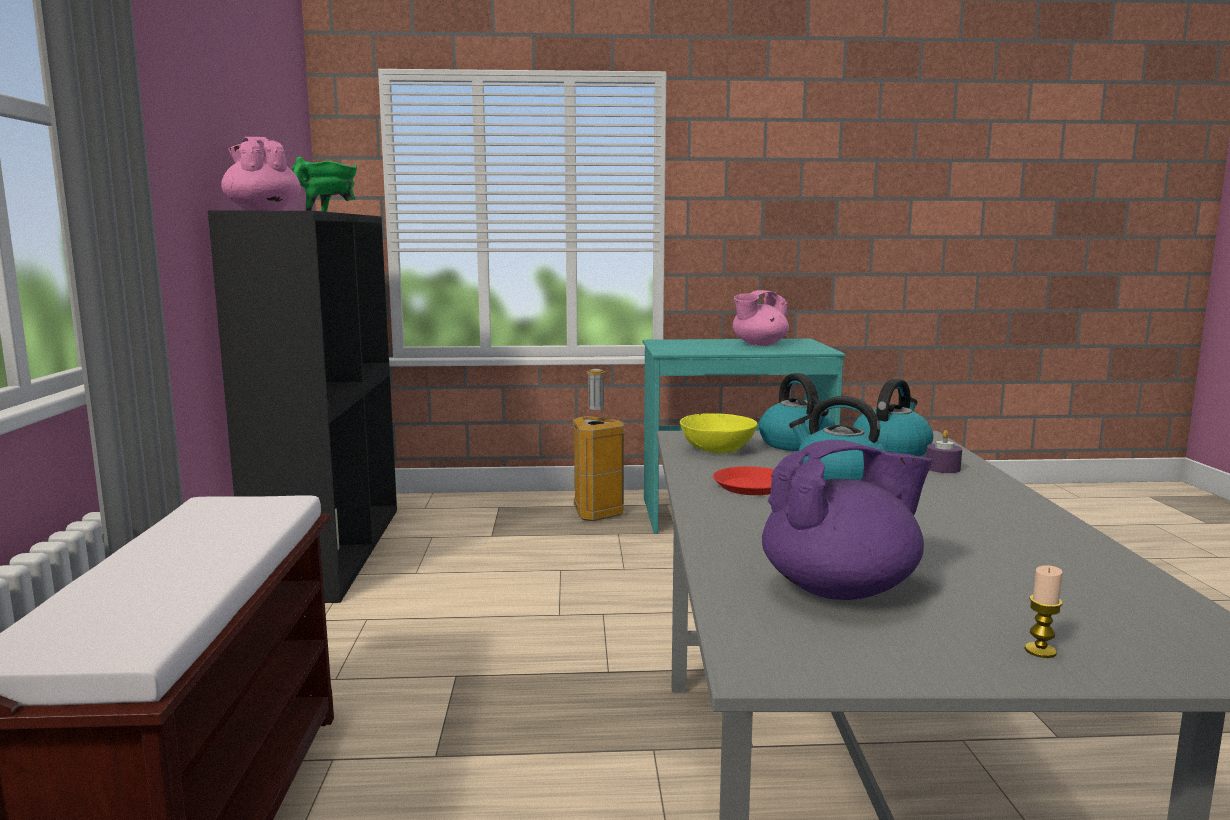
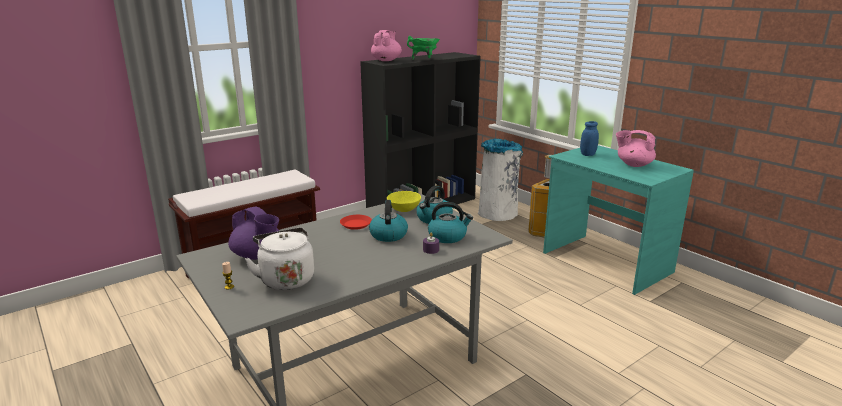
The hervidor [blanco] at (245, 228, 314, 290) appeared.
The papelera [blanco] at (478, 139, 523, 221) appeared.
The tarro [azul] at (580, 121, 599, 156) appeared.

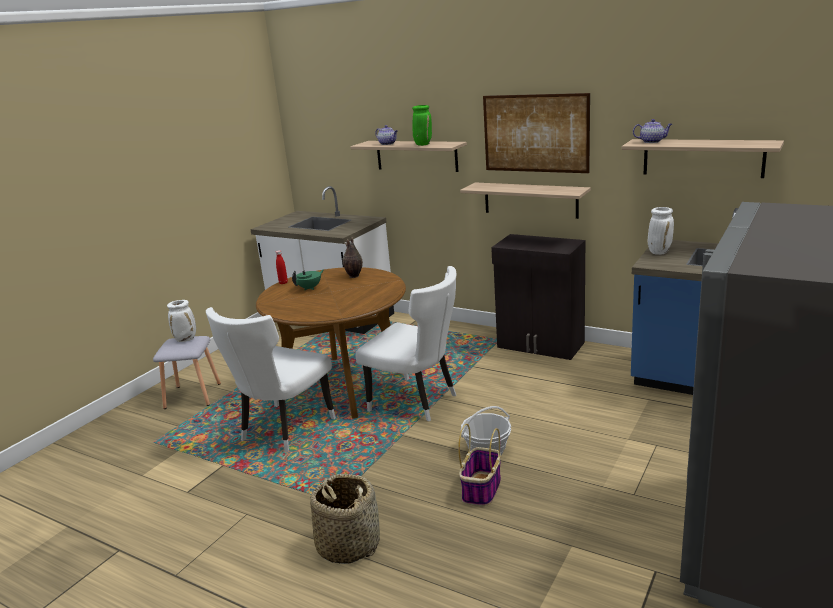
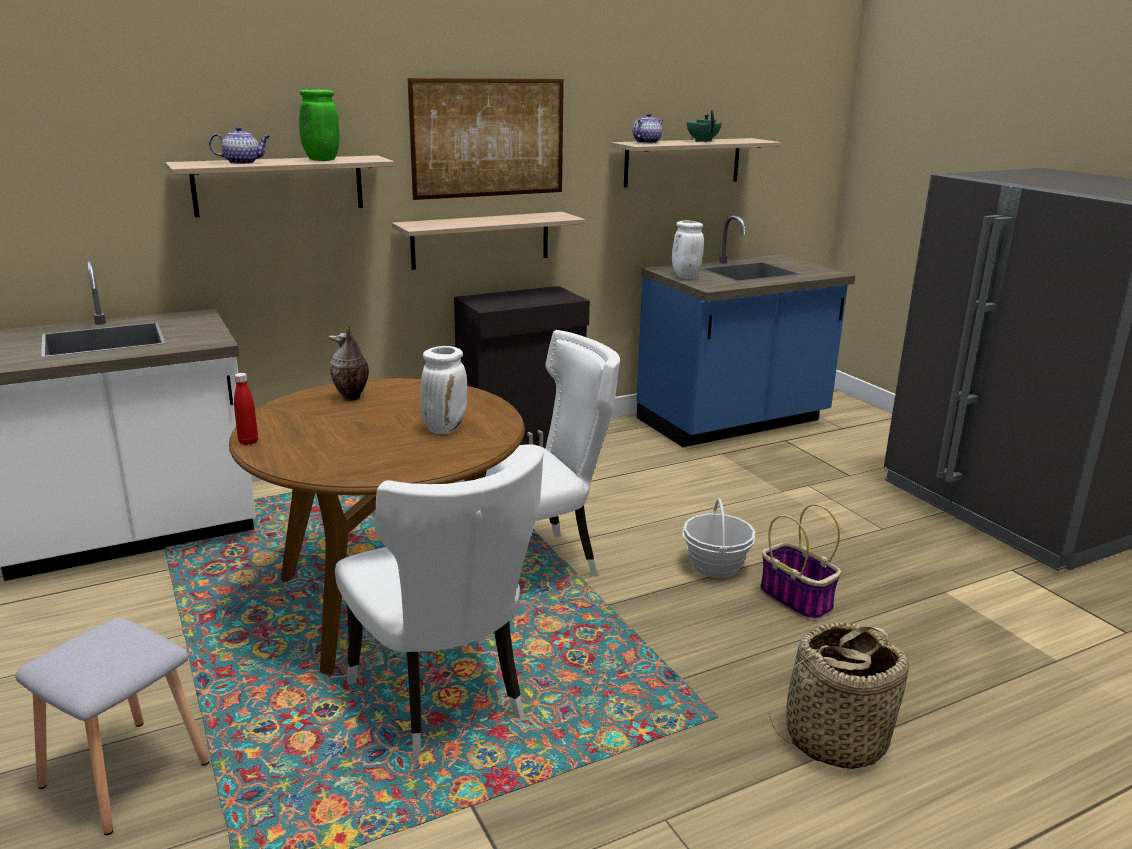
The florero [blanco] moved from (167, 300, 196, 342) to (420, 346, 467, 434).
The tetera [verde] moved from (292, 269, 324, 290) to (687, 110, 722, 142).

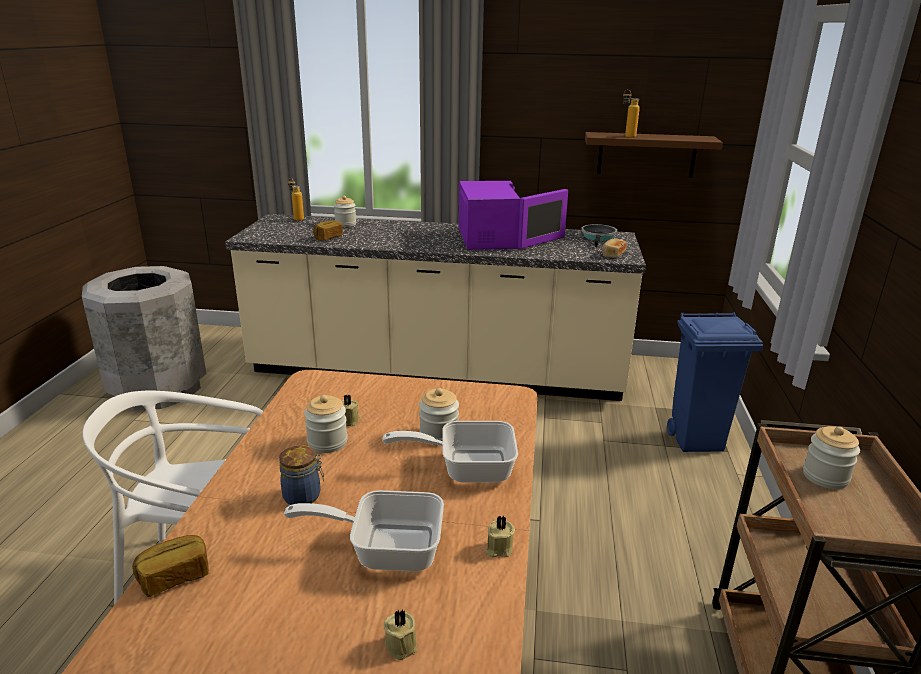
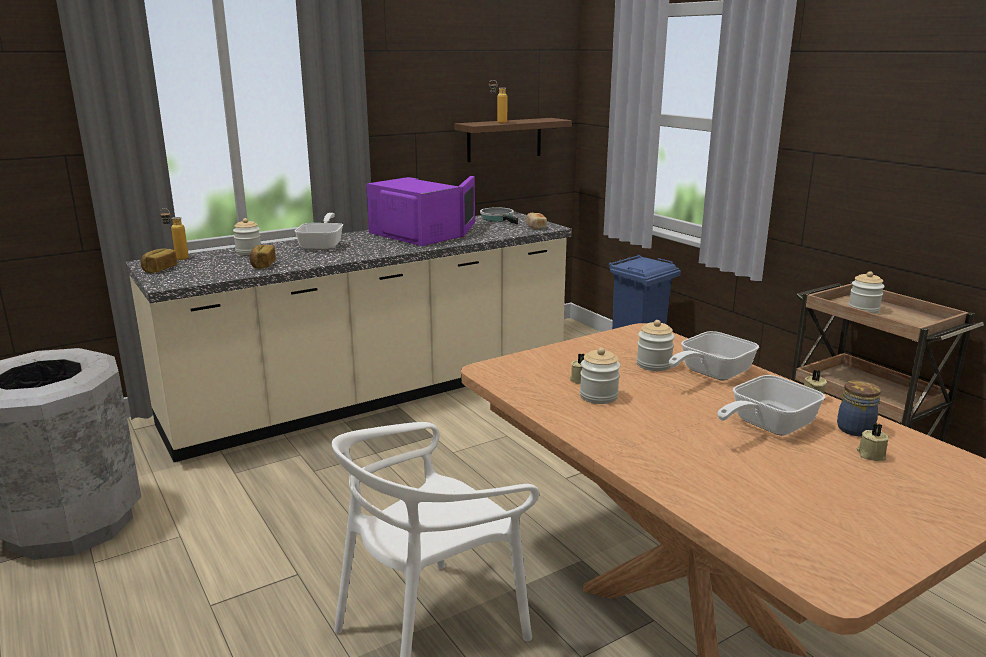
The pan moved from (132, 535, 209, 597) to (141, 249, 177, 273).
The sartén at (295, 213, 343, 250) appeared.
The tarro moved from (279, 445, 324, 505) to (837, 380, 881, 437).

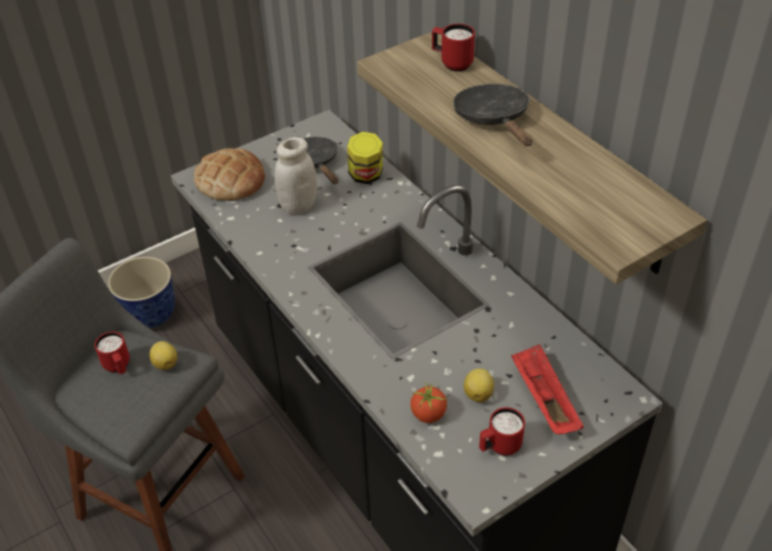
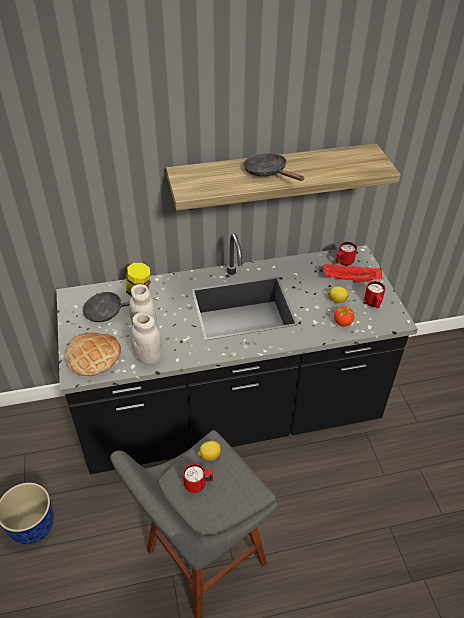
The tarro [blanco] at (131, 312, 162, 365) appeared.
The sartén [negro] at (453, 84, 532, 146) turned 45 degrees clockwise.
The taza grande [rojo] moved from (432, 24, 475, 71) to (336, 242, 357, 266).

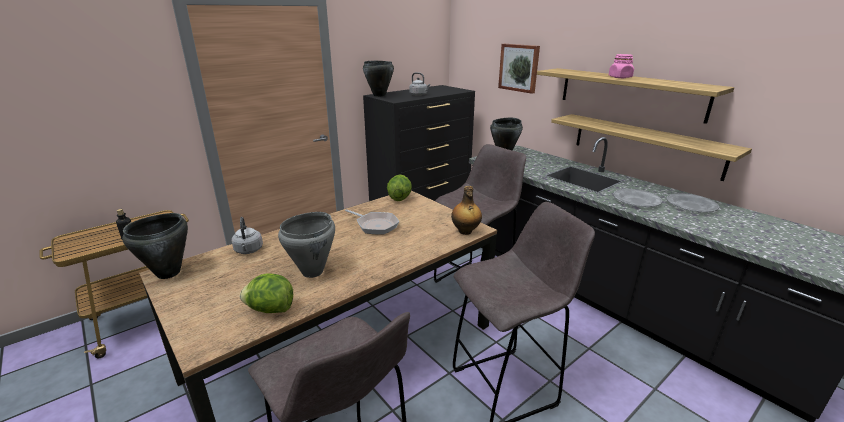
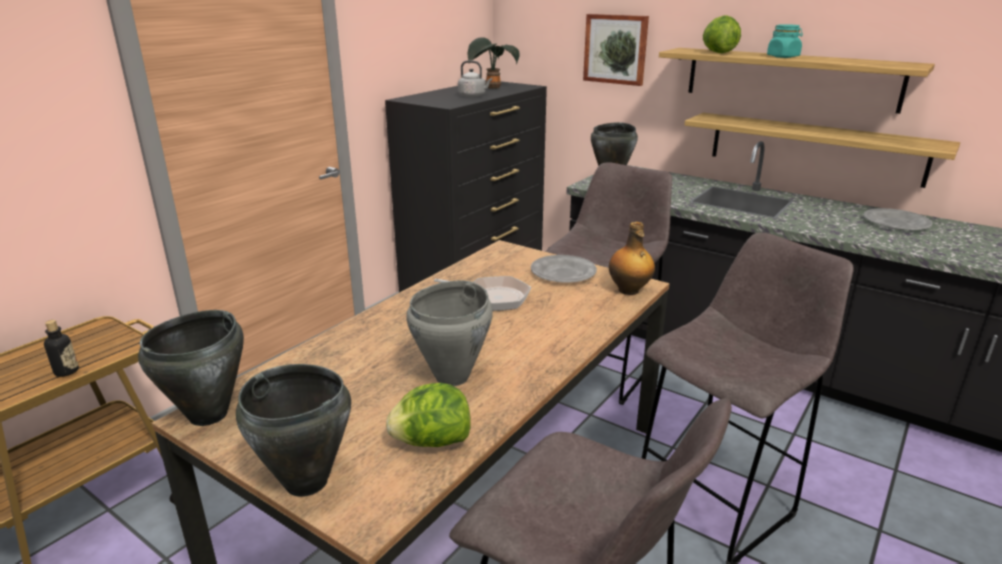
The olla [negro] moved from (363, 61, 394, 97) to (236, 364, 351, 497).
The planta en maceta at (467, 37, 519, 89) appeared.
The plato [gris] moved from (613, 189, 662, 207) to (531, 255, 597, 283).
The lechuga moved from (387, 174, 412, 201) to (703, 15, 741, 53).
The tarro [rosa] at (609, 54, 634, 78) became the tarro [turquesa] at (767, 24, 803, 58).
The hervidor [gris] at (231, 217, 263, 254) disappeared.

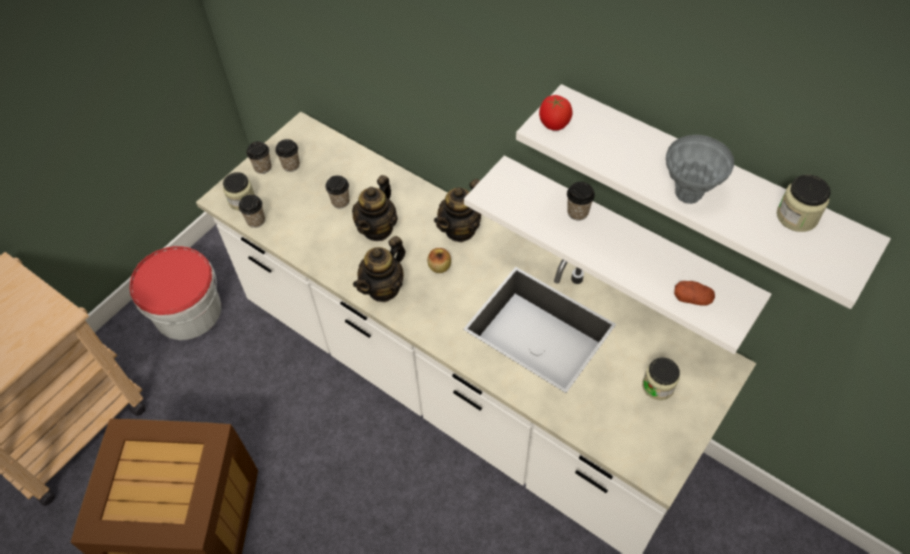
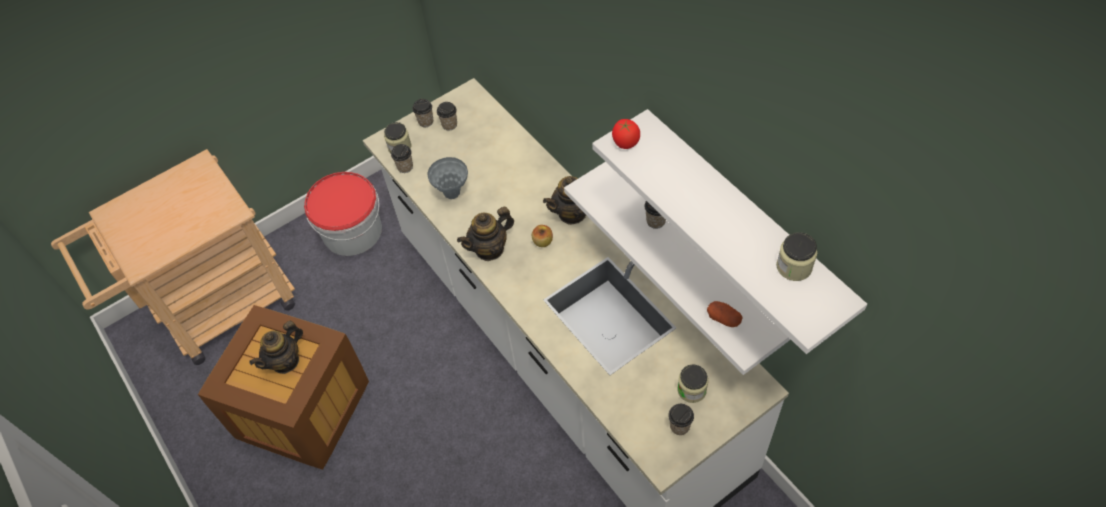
The tetera moved from (352, 175, 398, 241) to (249, 321, 303, 374).
The florero [gris] moved from (666, 135, 734, 204) to (428, 157, 468, 199).
The taza moved from (325, 175, 349, 208) to (668, 404, 694, 435).

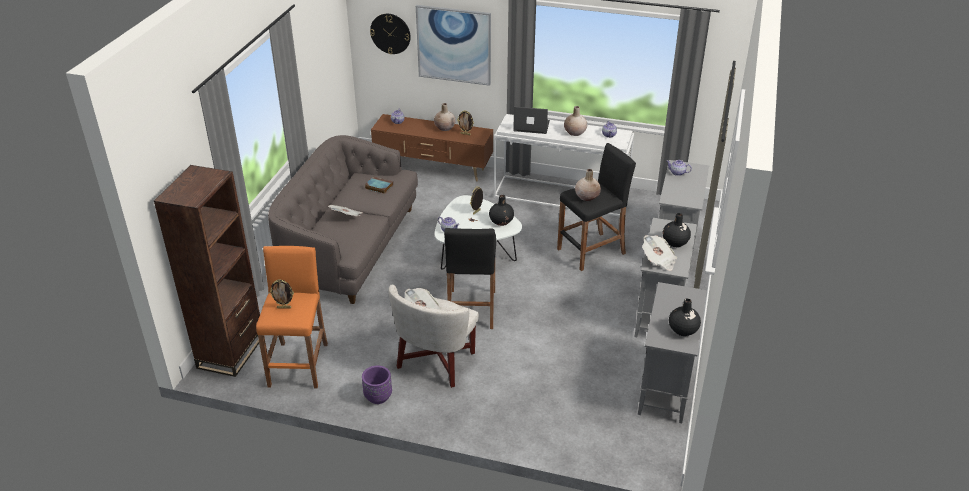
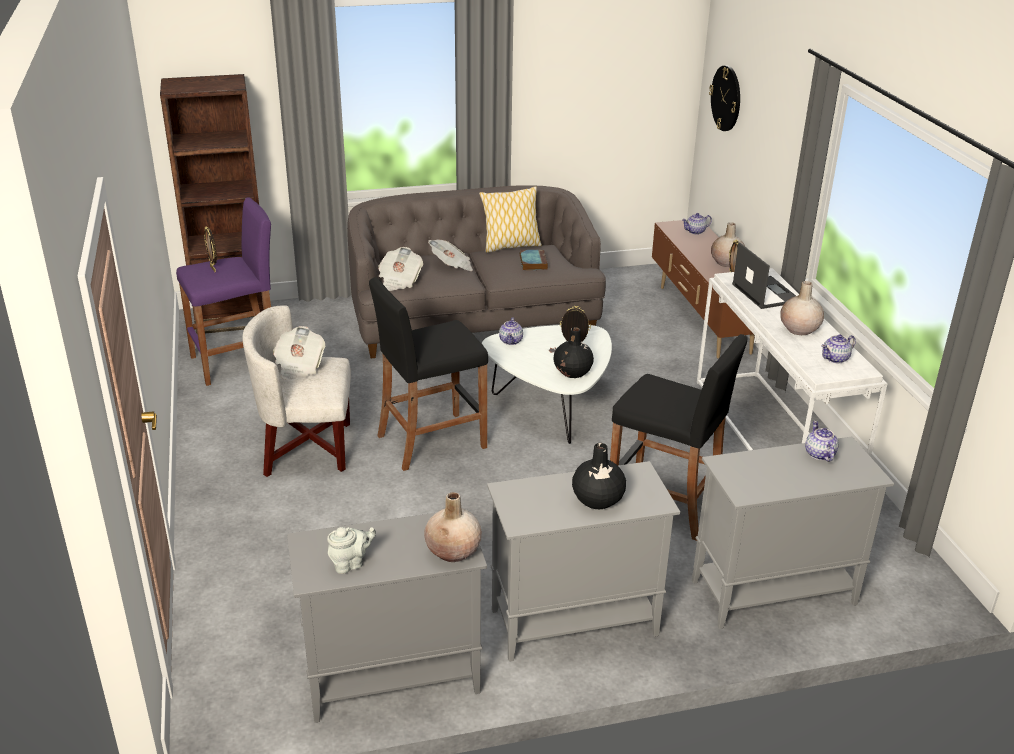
The taburete [naranja] at (256, 246, 328, 389) became the taburete [morado] at (176, 197, 271, 386).
The florero [negro] at (669, 299, 701, 336) was replaced by the tetera [gris] at (327, 527, 376, 574).
The periódico moved from (642, 235, 677, 271) to (378, 247, 423, 291).
The florero [beis] moved from (575, 169, 601, 201) to (424, 492, 482, 562).
The cojín at (479, 186, 542, 253) appeared.
The maceta [morado] at (362, 366, 392, 404) disappeared.
The cuadro at (416, 5, 491, 86) disappeared.

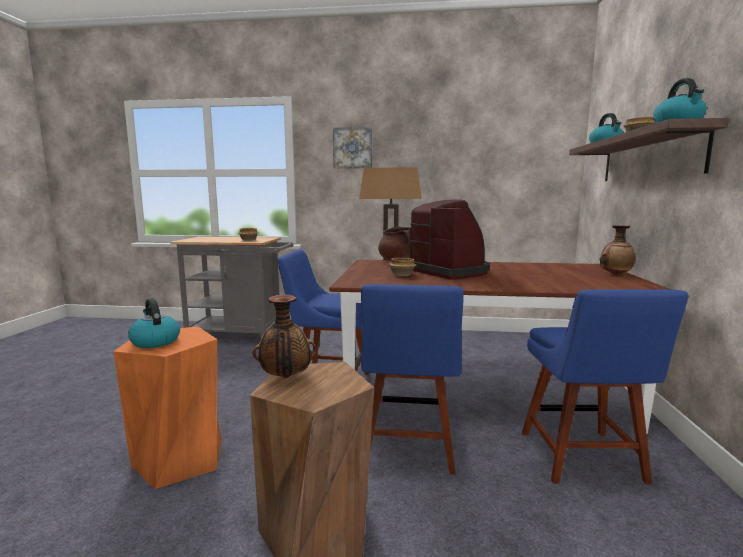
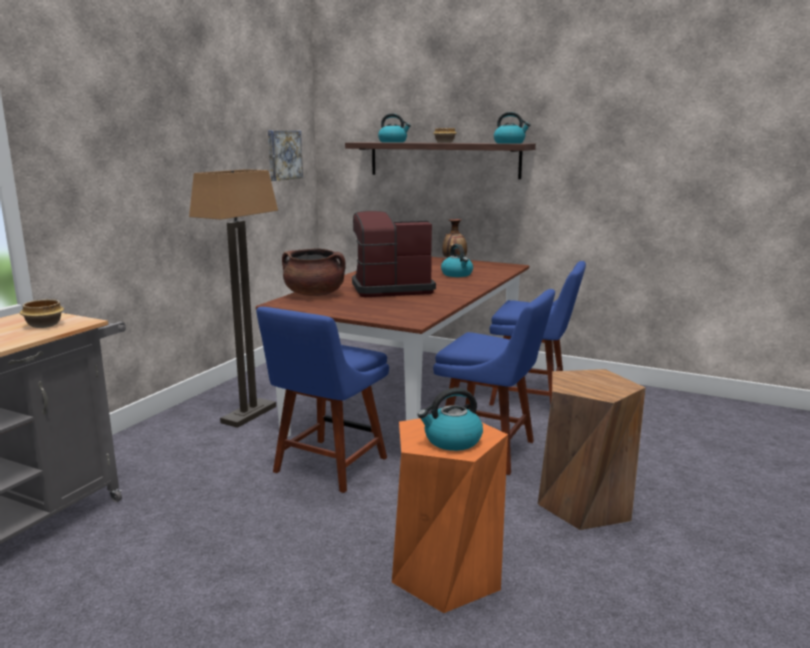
The cuadro moved from (333, 127, 372, 169) to (268, 131, 303, 181).
The hervidor at (441, 244, 473, 277) appeared.
The florero at (253, 295, 316, 378) disappeared.
The cuenco at (388, 258, 416, 276) disappeared.

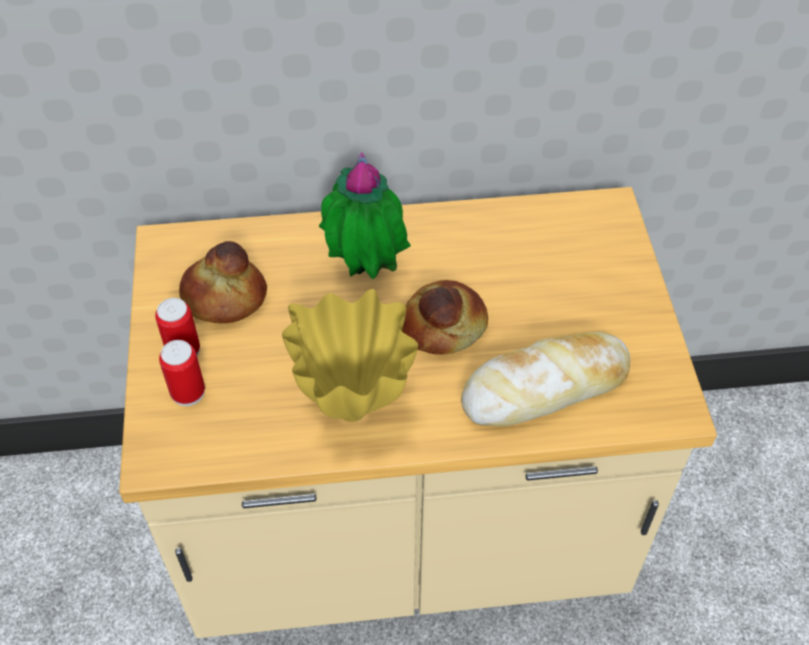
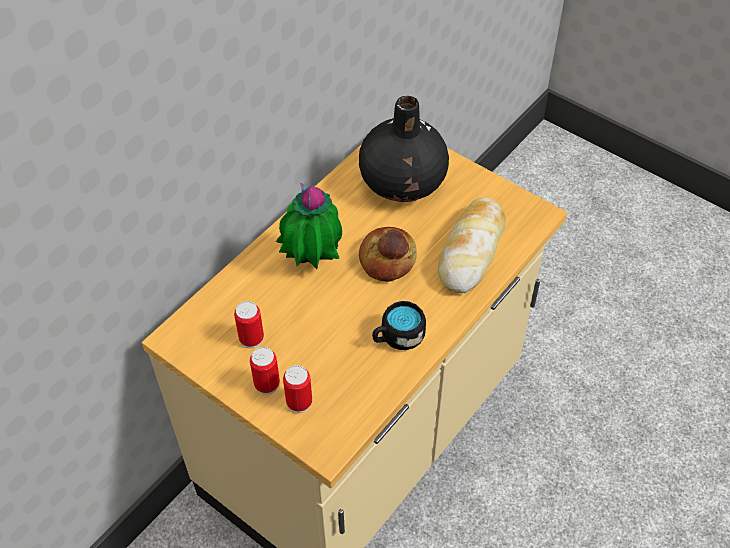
The pan at (179, 241, 267, 324) was replaced by the lata at (234, 301, 264, 348).
The florero [negro] at (359, 96, 449, 202) appeared.
The florero [amarillo] at (282, 289, 418, 422) was replaced by the taza grande [negro] at (372, 301, 426, 350).

